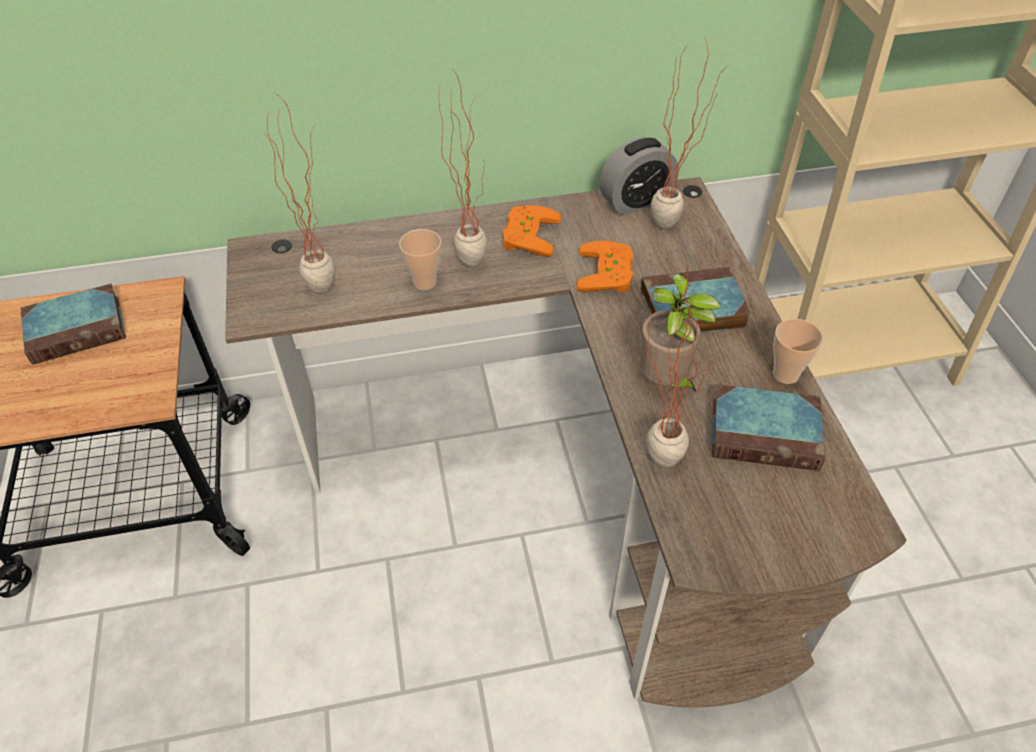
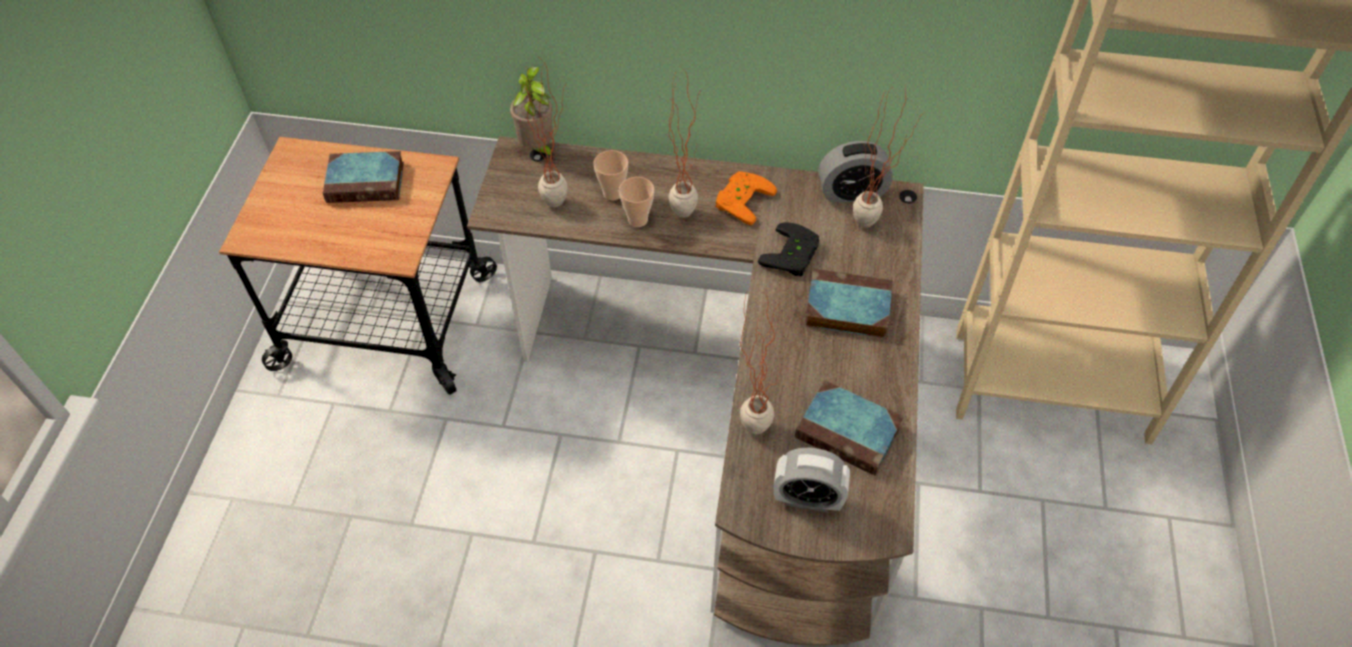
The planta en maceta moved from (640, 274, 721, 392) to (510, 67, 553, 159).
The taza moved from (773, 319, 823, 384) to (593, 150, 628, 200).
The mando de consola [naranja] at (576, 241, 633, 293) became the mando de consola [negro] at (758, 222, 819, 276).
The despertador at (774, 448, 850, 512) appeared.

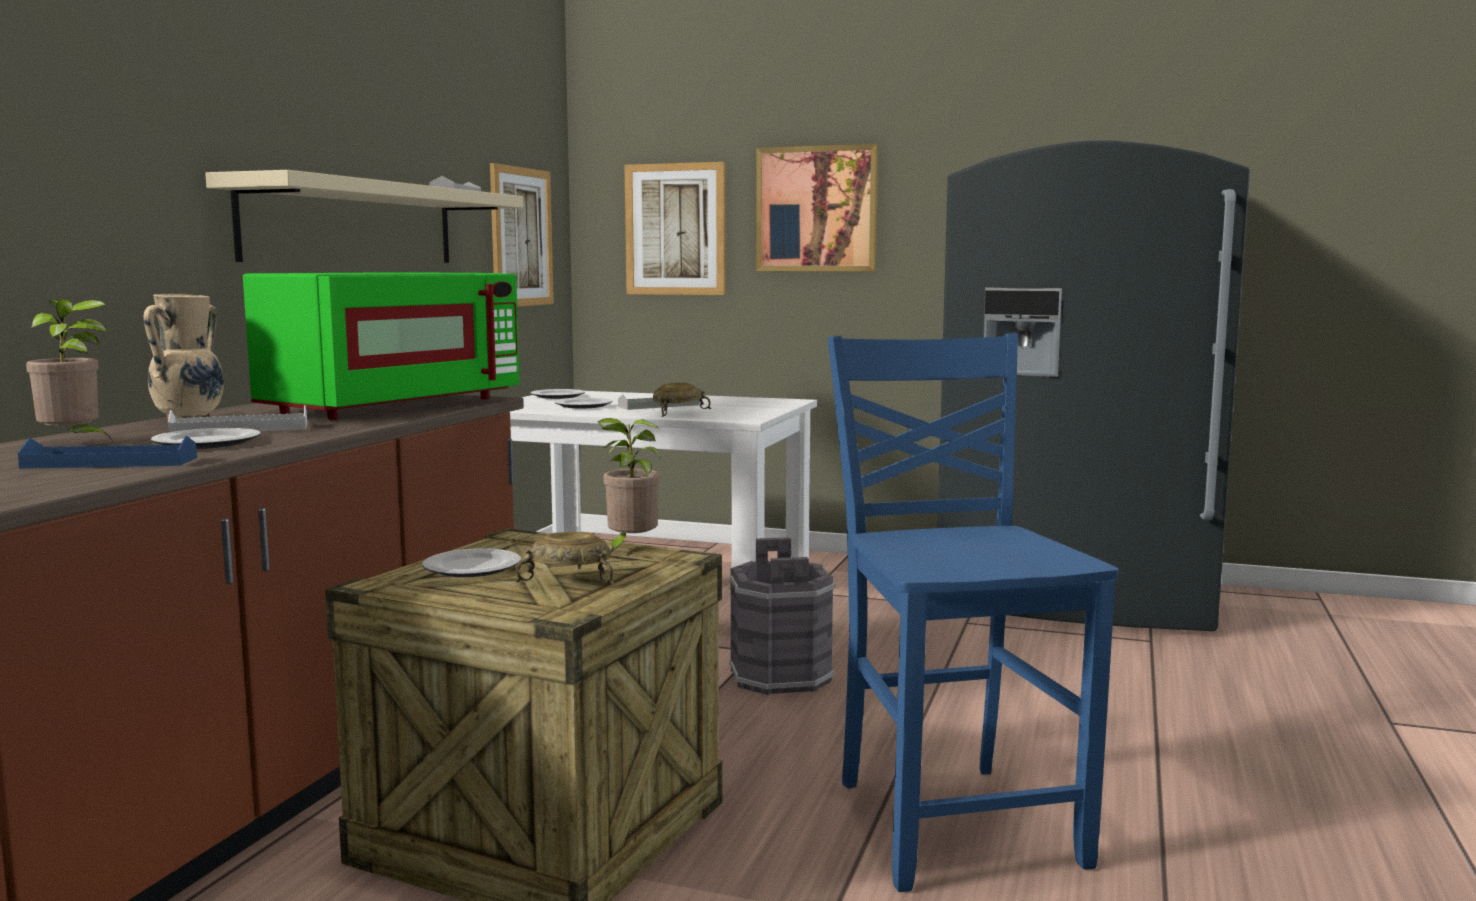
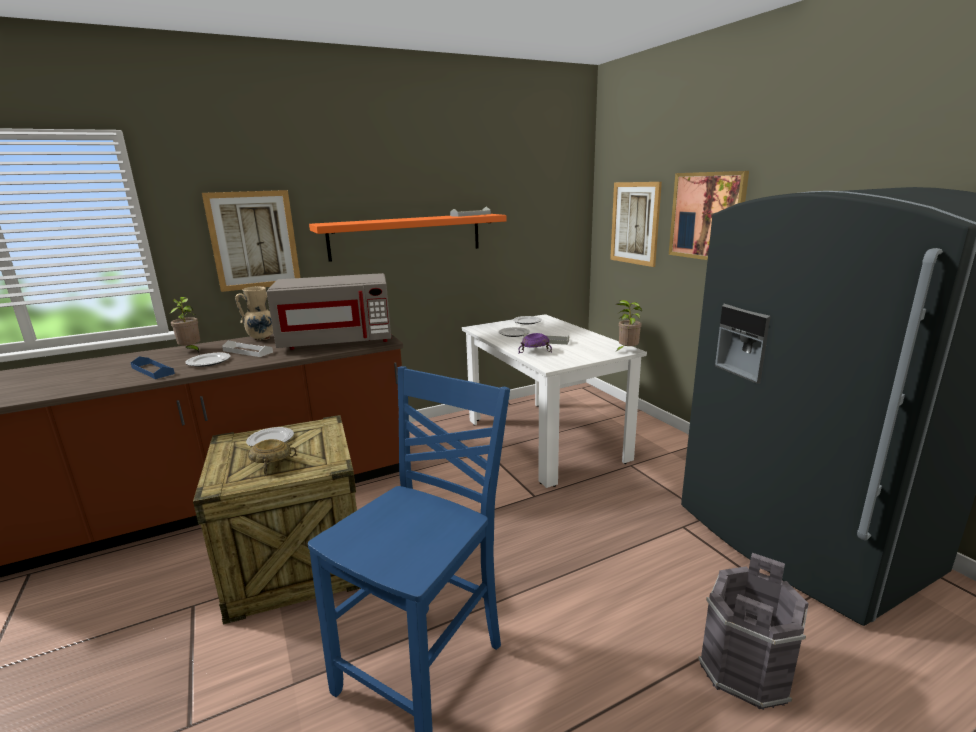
The cuadro moved from (490, 163, 554, 306) to (202, 190, 300, 292).
The microondas [verde] at (243, 272, 520, 419) became the microondas [gris] at (266, 273, 391, 350).
The estante [beis] at (205, 170, 523, 263) became the estante [naranja] at (309, 214, 507, 262).
The cuenco [beis] at (653, 383, 711, 417) became the cuenco [morado] at (518, 333, 552, 354).
The planta en maceta moved from (597, 418, 661, 553) to (616, 300, 642, 351).
The cubo [gris] moved from (729, 537, 836, 695) to (698, 553, 809, 710).

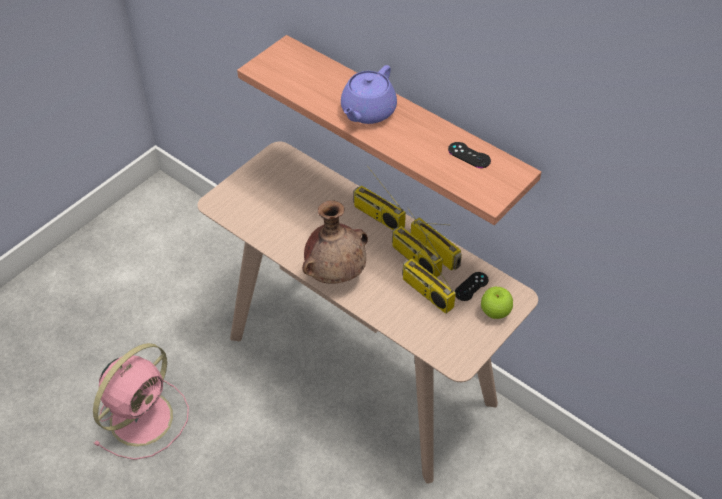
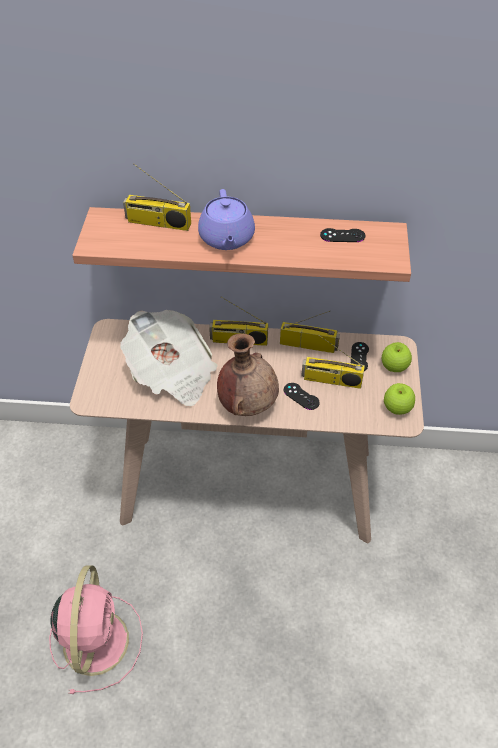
The periódico at (120, 310, 218, 406) appeared.
The radio moved from (392, 208, 443, 278) to (123, 164, 191, 231).
The mando de consola [negro] at (284, 383, 320, 410) appeared.
The manzana at (384, 383, 415, 415) appeared.

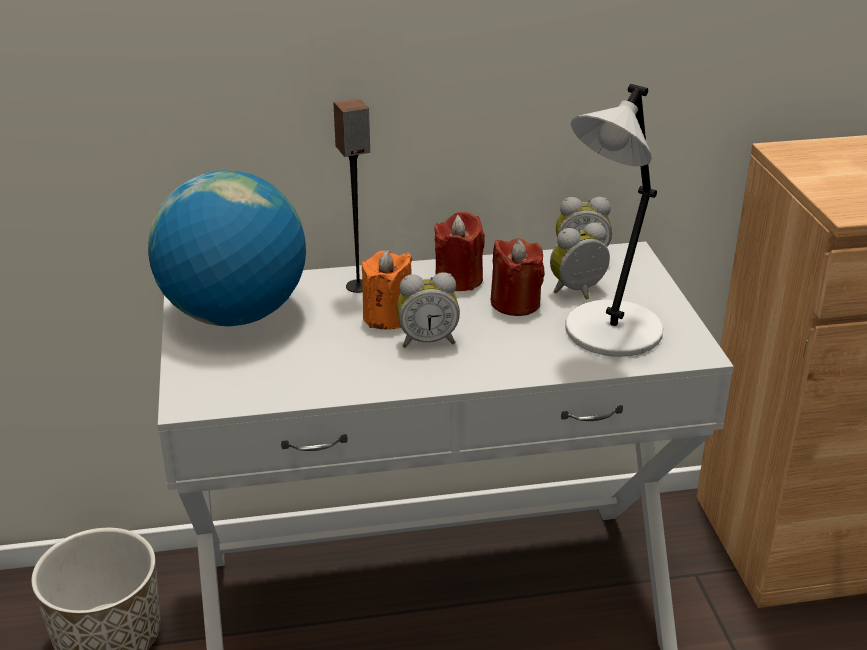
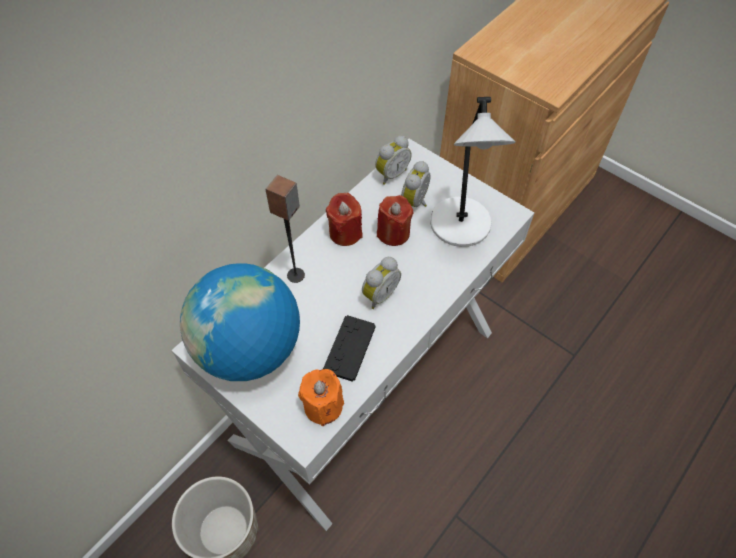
The vela [naranja] moved from (362, 250, 412, 329) to (298, 369, 344, 426).
The mando de consola [negro] at (323, 315, 375, 382) appeared.

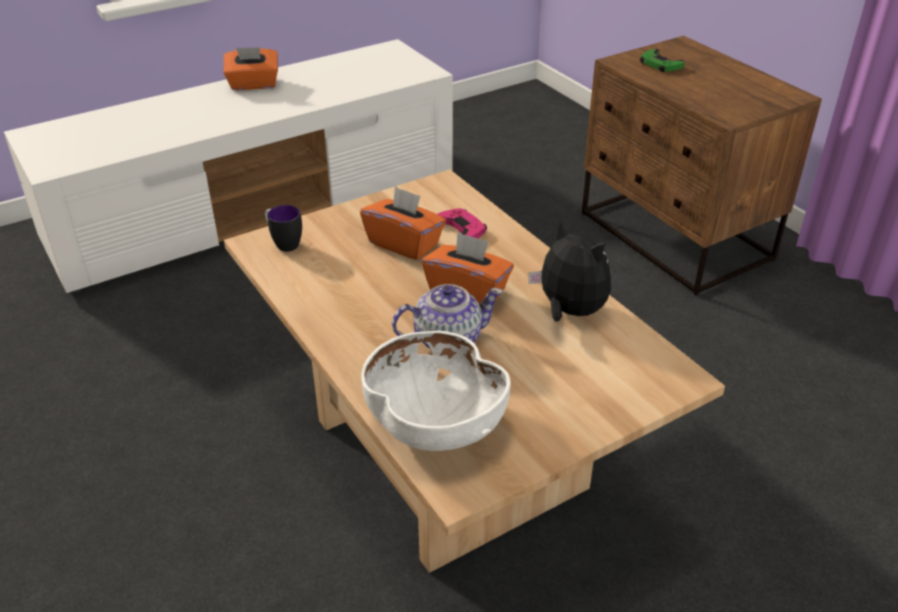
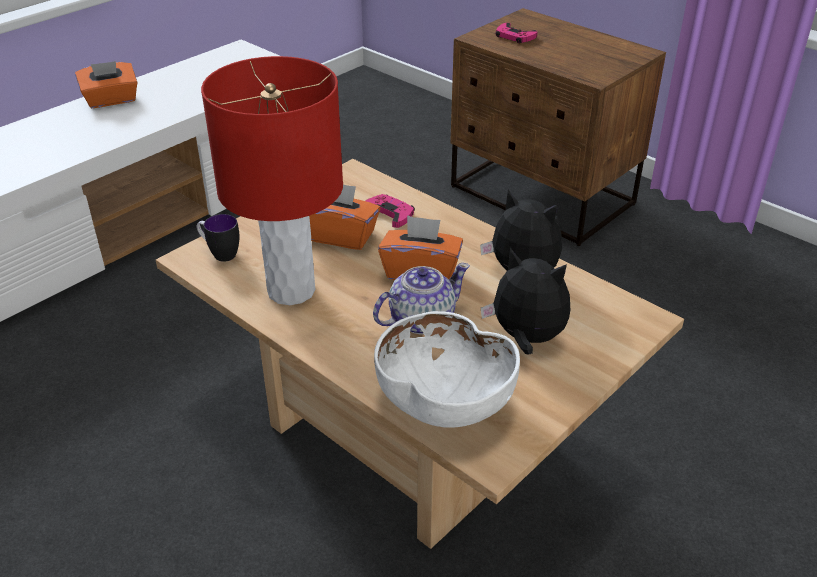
The lámpara de mesa [rojo] at (201, 56, 343, 305) appeared.
The peluche at (481, 248, 570, 355) appeared.
The mando de consola [verde] at (640, 49, 685, 72) became the mando de consola [rosa] at (495, 23, 538, 43).

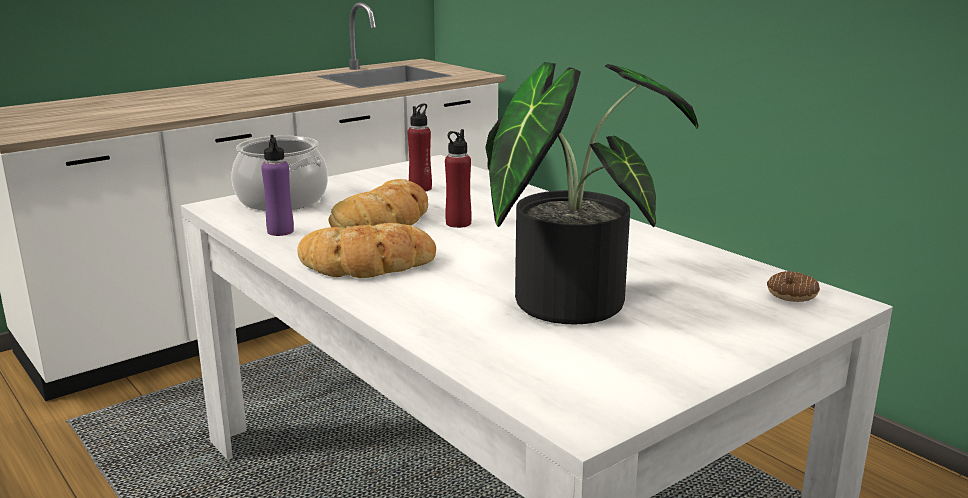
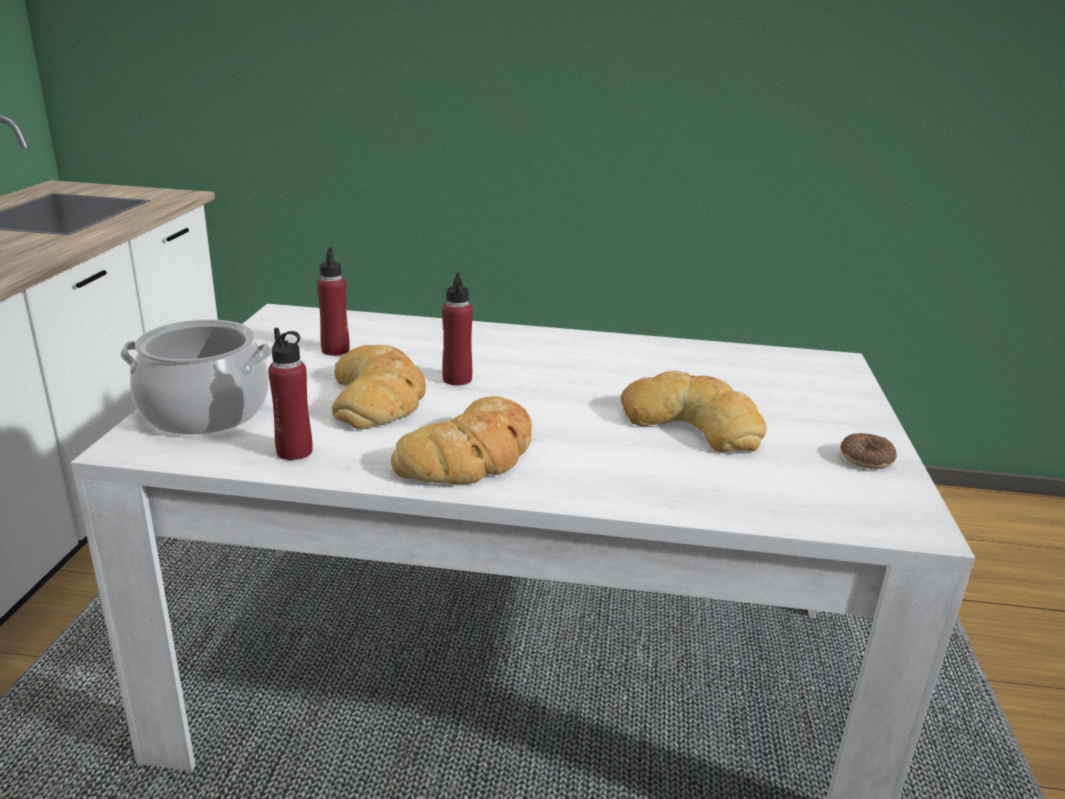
The botella [morado] at (261, 135, 294, 236) became the botella [rojo] at (268, 328, 313, 460).
The planta en maceta at (485, 62, 699, 325) was replaced by the pan at (621, 371, 767, 452).
The rosquilla moved from (767, 271, 820, 302) to (840, 433, 897, 469).

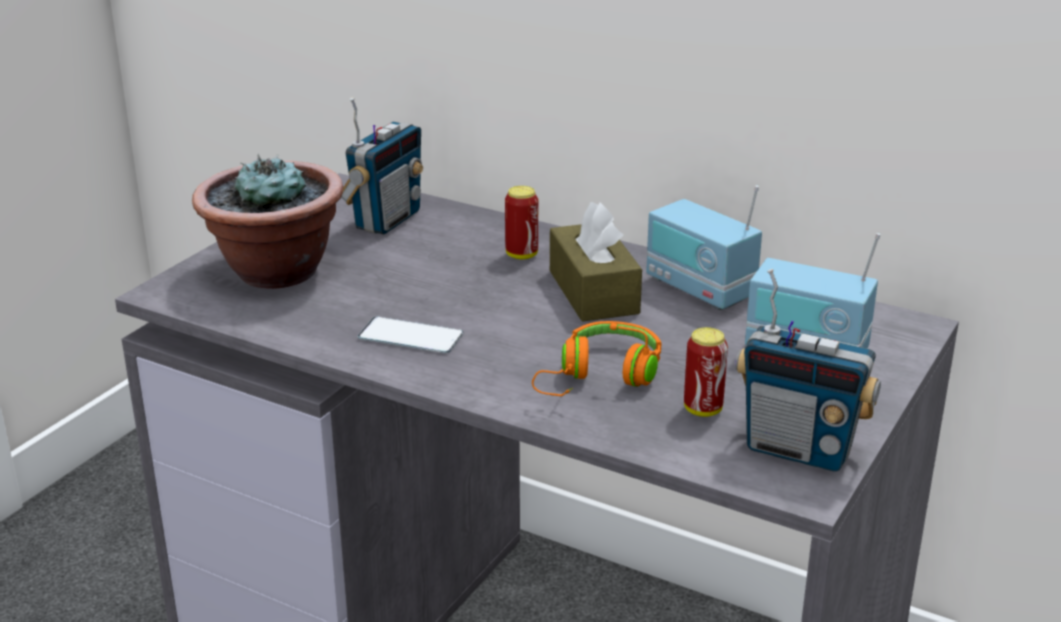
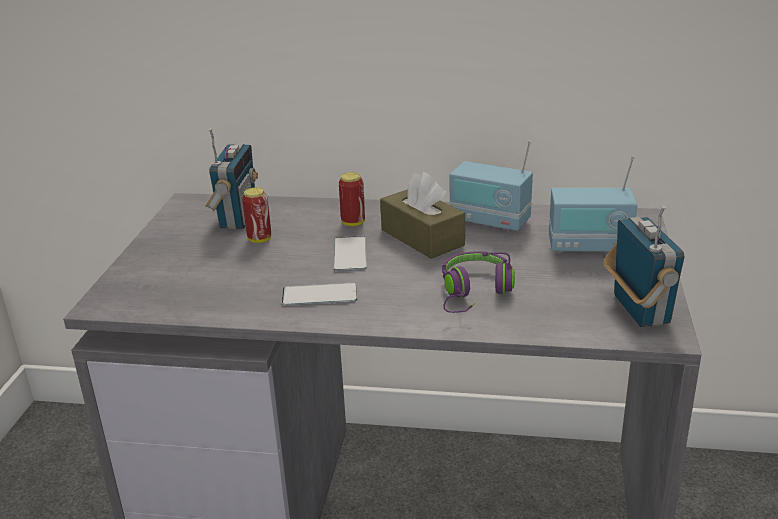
The lata moved from (684, 327, 728, 417) to (242, 187, 271, 243).
The móvil at (334, 236, 367, 271) appeared.
The auriculares [naranja] at (532, 321, 662, 396) became the auriculares [morado] at (442, 251, 515, 313).
The radio at (735, 269, 881, 472) turned 105 degrees counterclockwise.
The planta en maceta at (192, 154, 343, 289) disappeared.

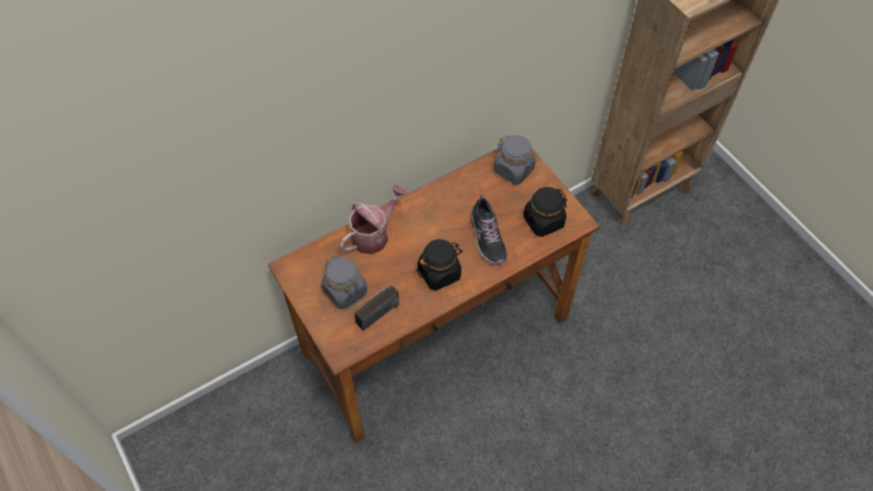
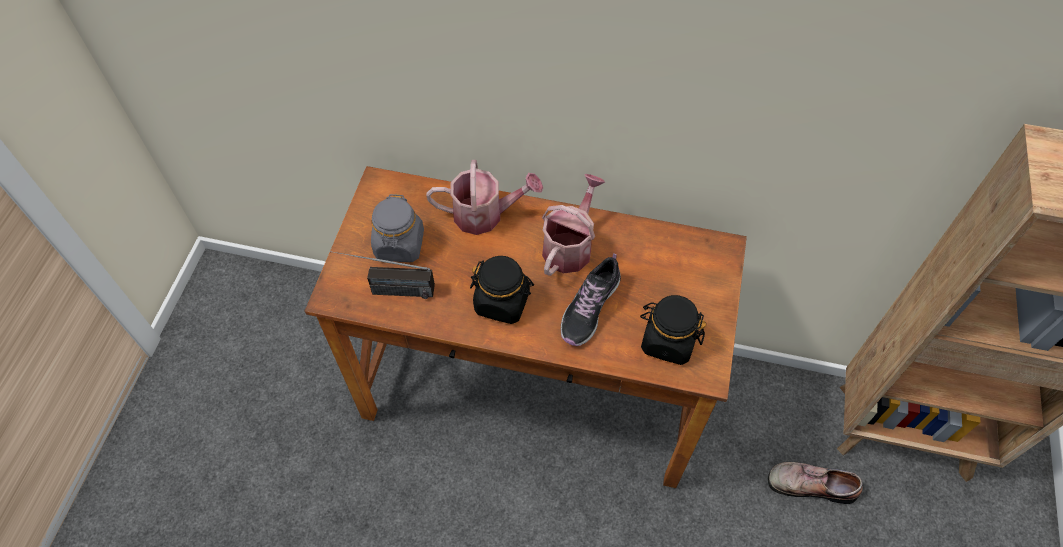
The regadera at (542, 174, 605, 276) appeared.
The zapato at (768, 462, 863, 504) appeared.
The tarro [gris] at (494, 135, 537, 184) disappeared.

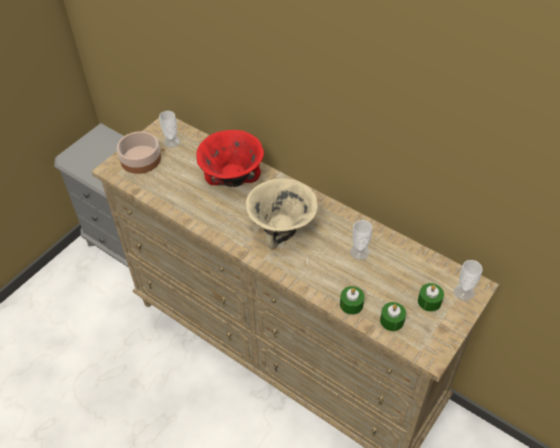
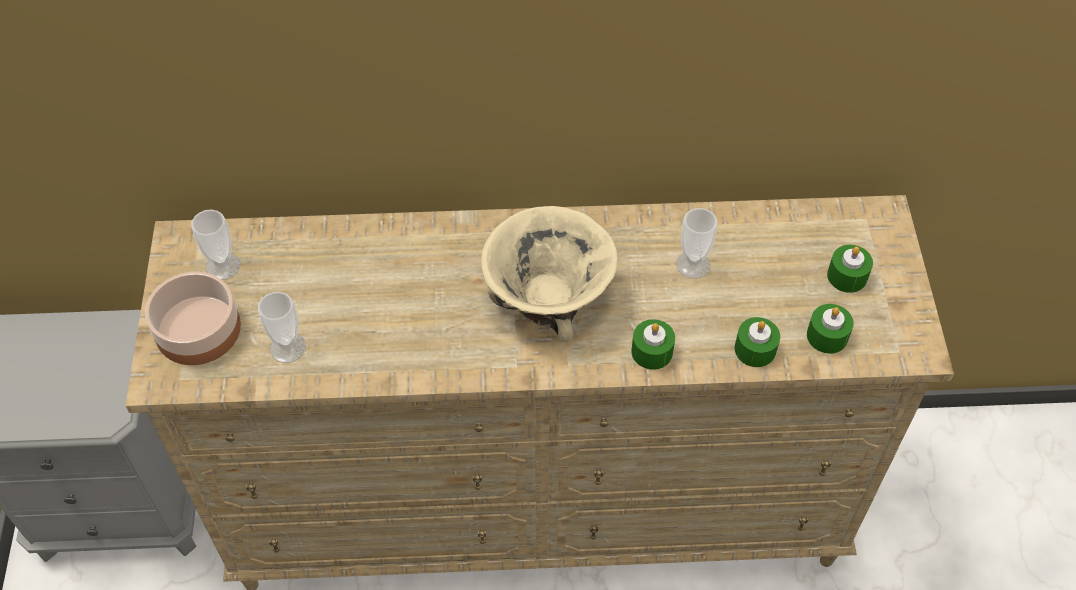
The taza moved from (454, 260, 483, 301) to (258, 292, 306, 363).
The vela [verde] at (631, 319, 675, 370) appeared.
The cuenco [rojo] at (196, 130, 264, 187) disappeared.

